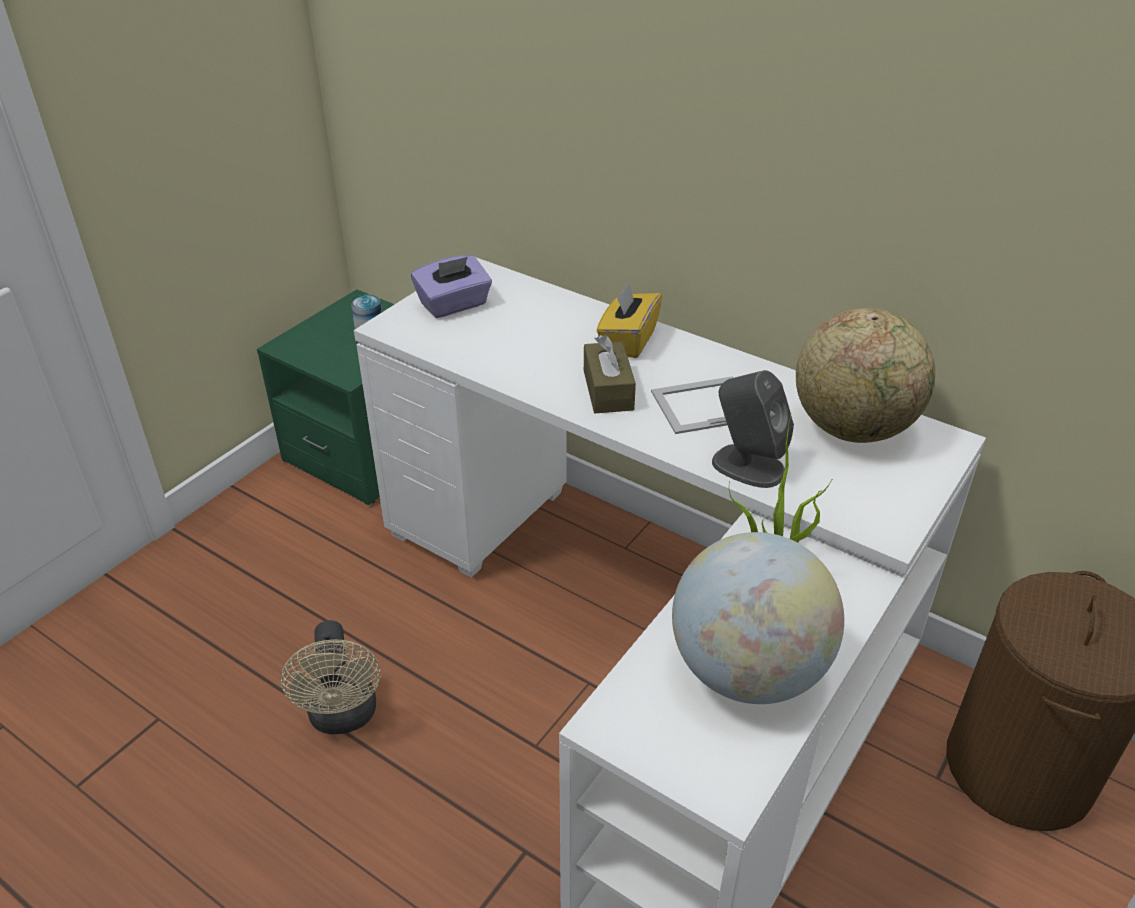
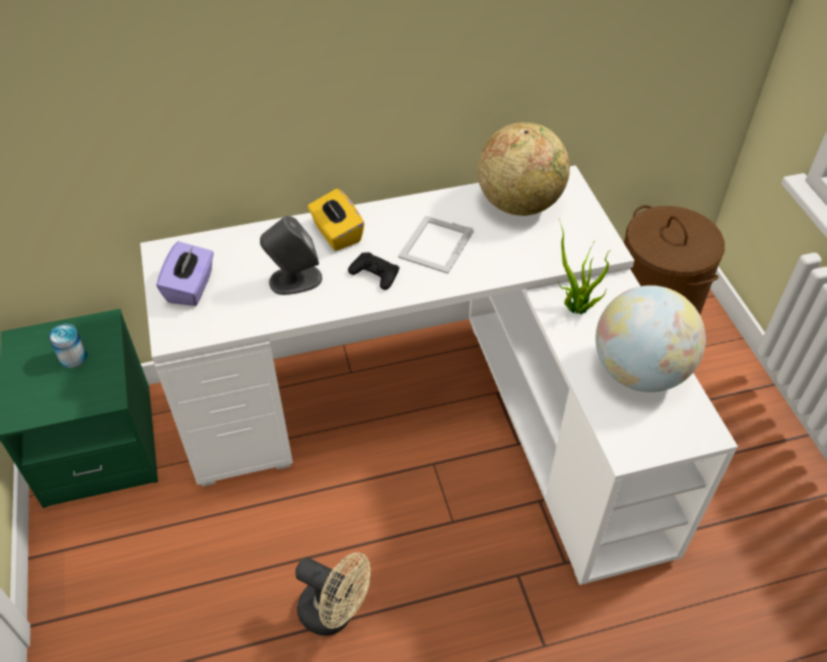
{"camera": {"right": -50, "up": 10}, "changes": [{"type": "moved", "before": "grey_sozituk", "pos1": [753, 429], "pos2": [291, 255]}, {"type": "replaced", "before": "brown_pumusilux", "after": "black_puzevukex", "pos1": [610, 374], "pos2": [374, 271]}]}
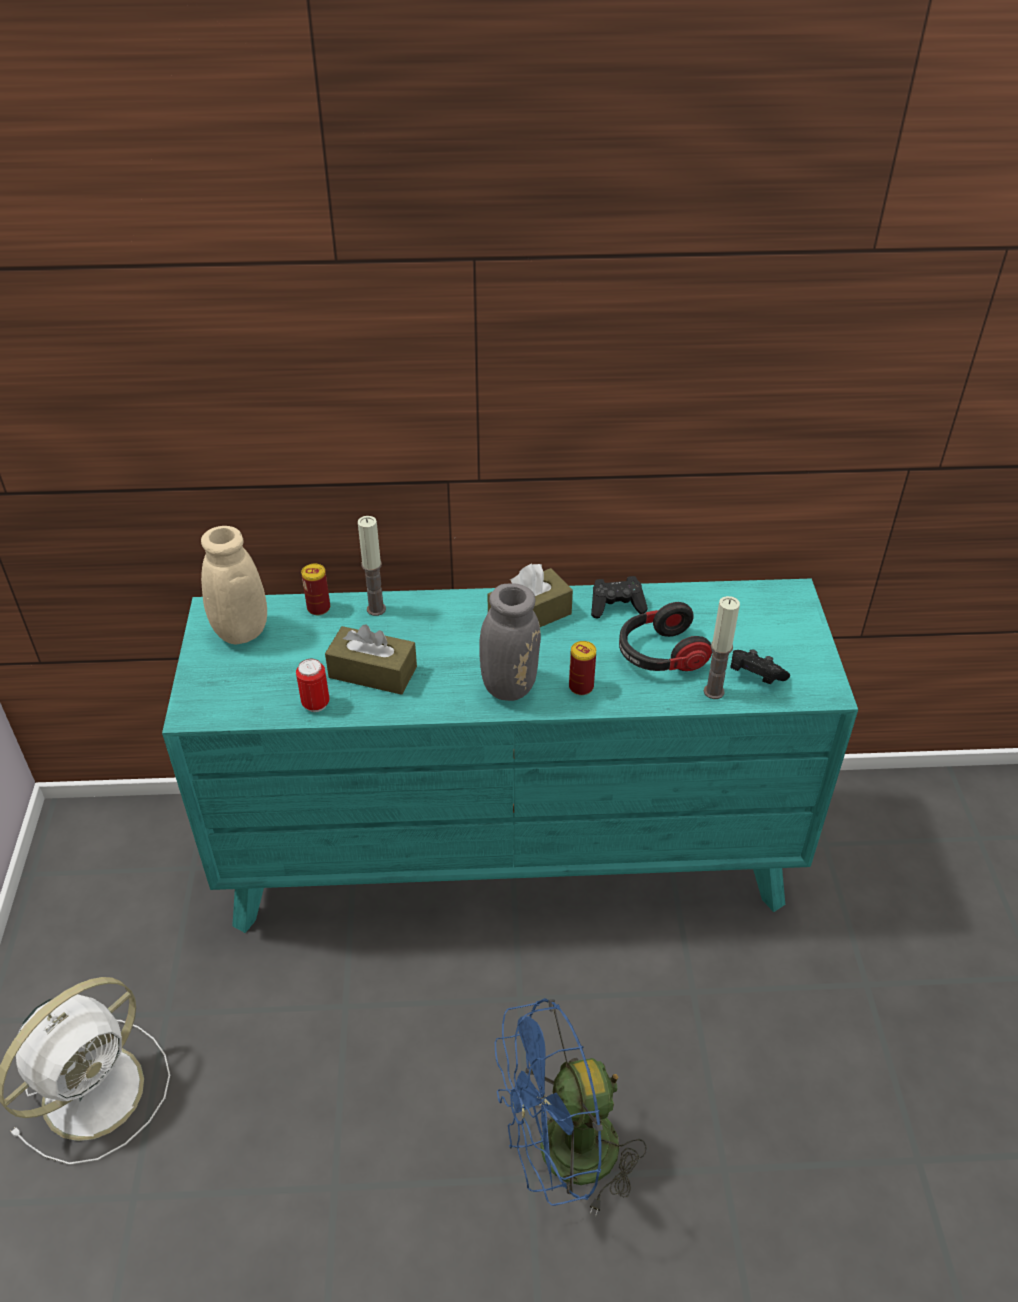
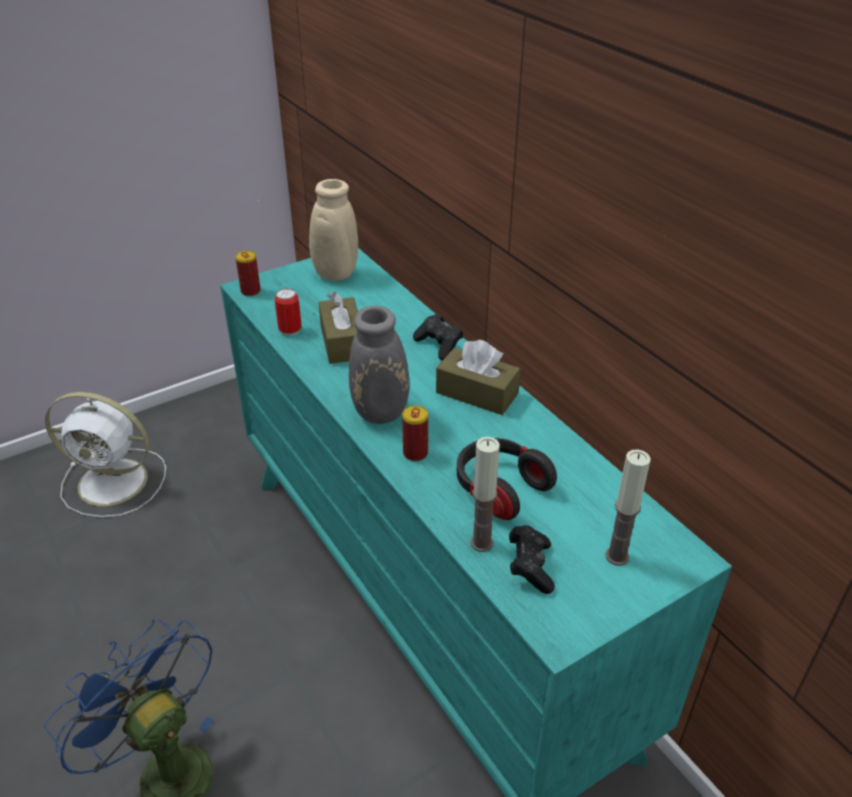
{"camera": {"right": 60, "up": -5}, "changes": [{"type": "moved", "before": "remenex", "pos1": [315, 589], "pos2": [248, 273]}, {"type": "moved", "before": "black_puzevukex", "pos1": [619, 597], "pos2": [438, 337]}, {"type": "moved", "before": "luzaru", "pos1": [372, 566], "pos2": [628, 507]}]}
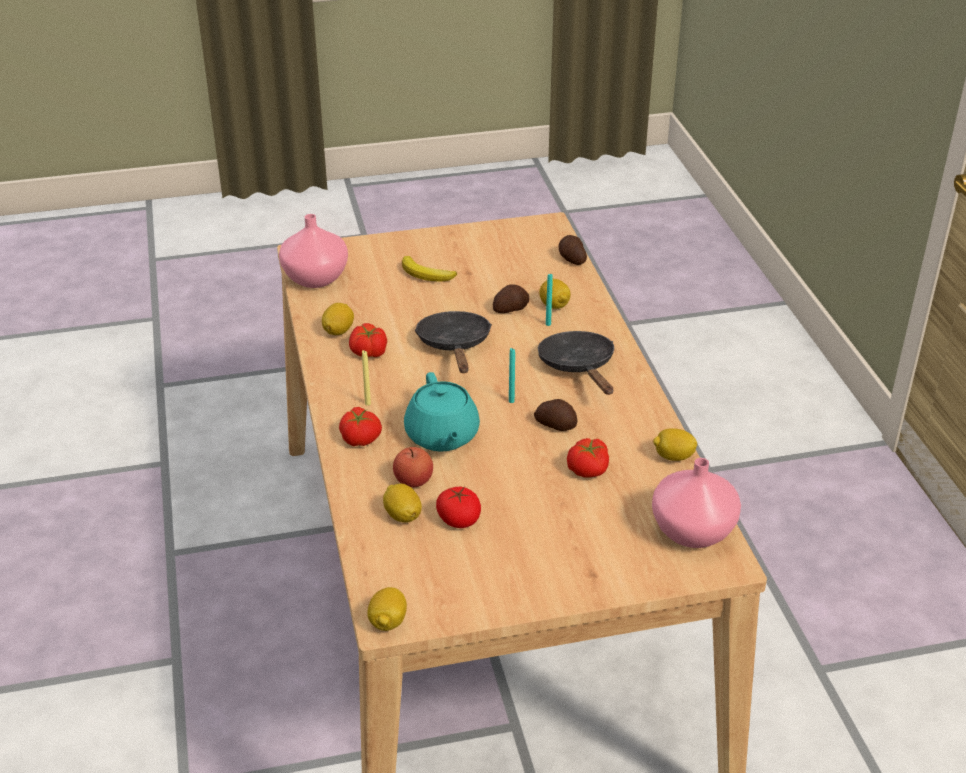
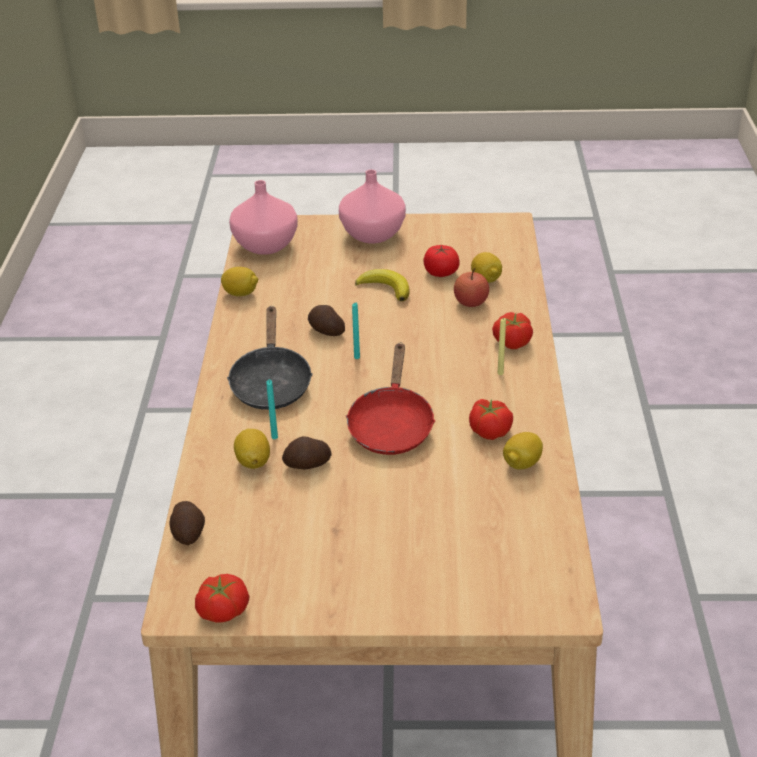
{"camera": {"right": -165, "up": 0}, "changes": [{"type": "moved", "before": "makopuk", "pos1": [588, 457], "pos2": [222, 598]}, {"type": "moved", "before": "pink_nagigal", "pos1": [313, 251], "pos2": [372, 207]}, {"type": "recoloured", "before": "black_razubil", "after": "red_razubil", "pos1": [453, 342], "pos2": [390, 398]}, {"type": "moved", "before": "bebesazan", "pos1": [429, 268], "pos2": [382, 285]}, {"type": "removed", "before": "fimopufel", "pos1": [387, 609]}, {"type": "removed", "before": "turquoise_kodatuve", "pos1": [442, 412]}]}
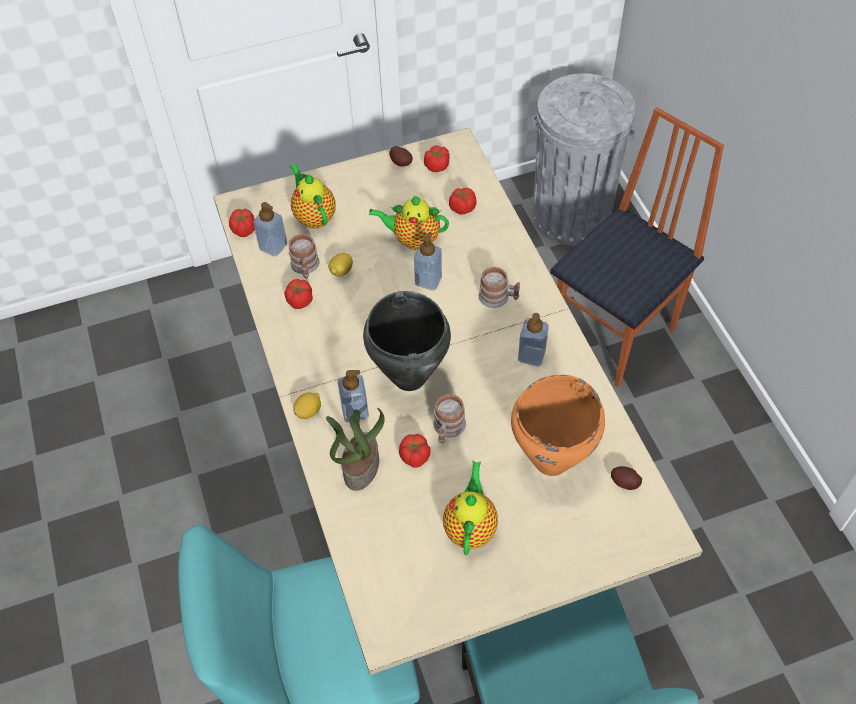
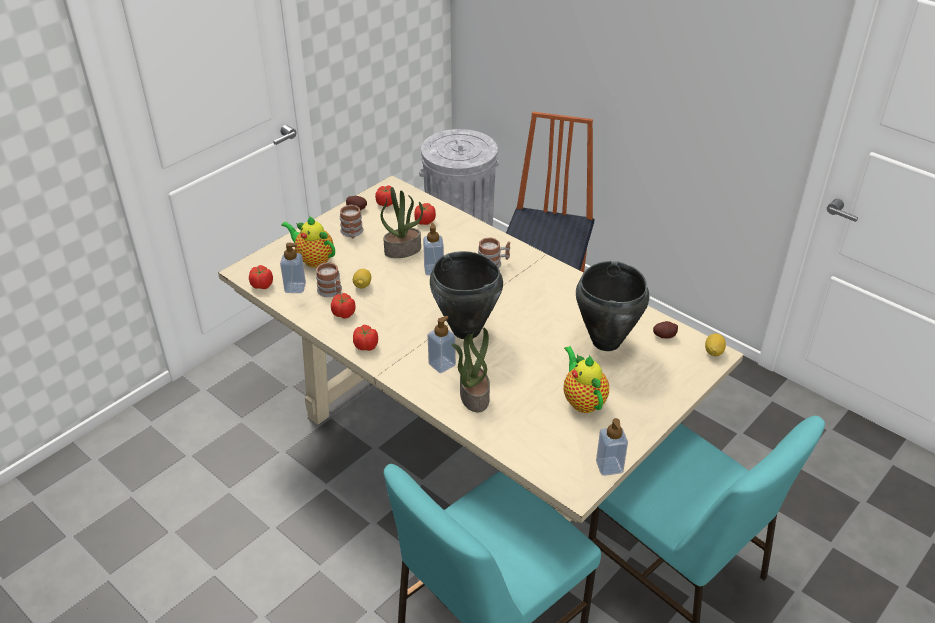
{"camera": {"right": -30, "up": -15}, "changes": [{"type": "moved", "before": "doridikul", "pos1": [450, 418], "pos2": [352, 221]}, {"type": "moved", "before": "makopuk", "pos1": [415, 451], "pos2": [365, 338]}, {"type": "replaced", "before": "kodatuve", "after": "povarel", "pos1": [409, 222], "pos2": [402, 222]}, {"type": "recoloured", "before": "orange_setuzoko", "after": "black_setuzoko", "pos1": [558, 425], "pos2": [612, 306]}, {"type": "moved", "before": "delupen", "pos1": [533, 339], "pos2": [612, 447]}, {"type": "moved", "before": "fimopufel", "pos1": [307, 405], "pos2": [715, 344]}]}
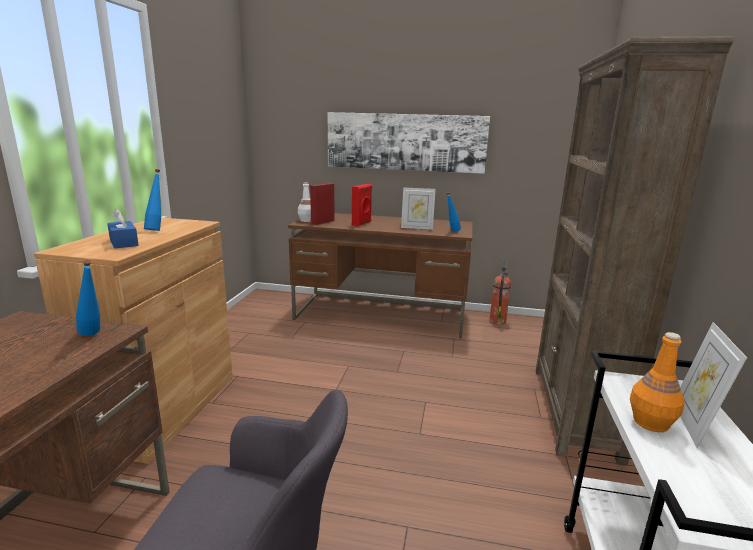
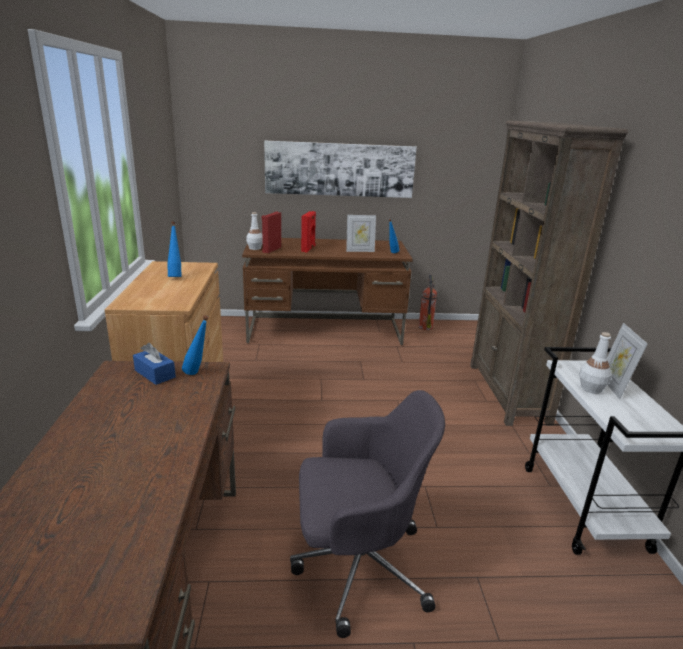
{"camera": {"right": -15, "up": 5}, "changes": [{"type": "moved", "before": "blue_pumusilux", "pos1": [123, 229], "pos2": [154, 364]}, {"type": "recoloured", "before": "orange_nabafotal", "after": "white_nabafotal", "pos1": [657, 382], "pos2": [595, 363]}]}
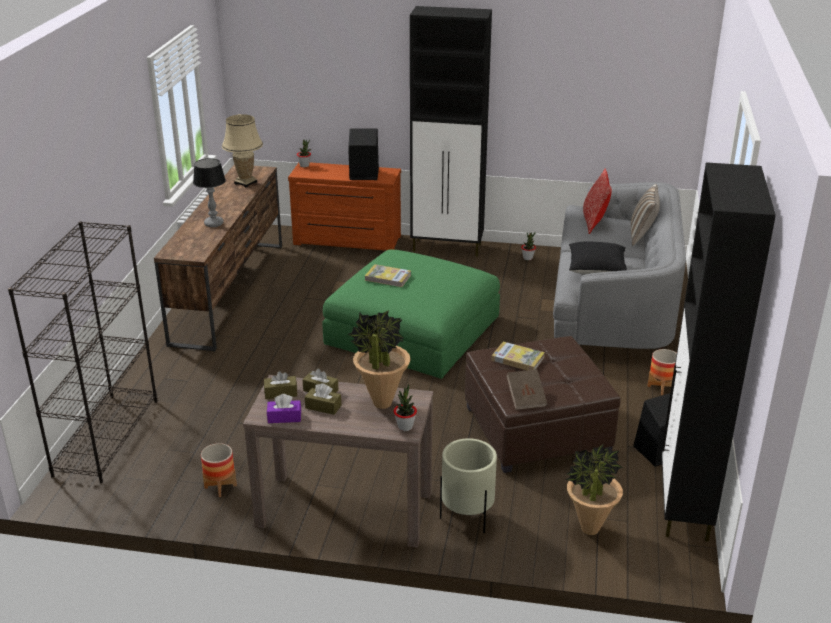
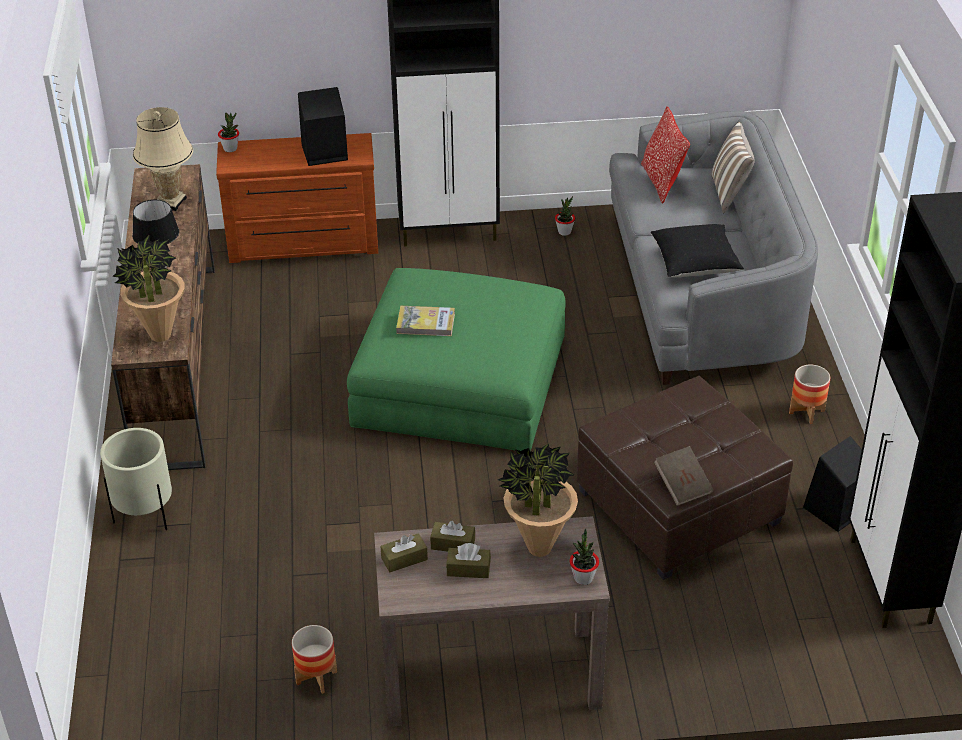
{"camera": {"right": -15, "up": 10}, "changes": [{"type": "moved", "before": "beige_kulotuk", "pos1": [468, 485], "pos2": [136, 479]}, {"type": "moved", "before": "povarel", "pos1": [594, 489], "pos2": [148, 289]}, {"type": "removed", "before": "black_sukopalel", "pos1": [82, 352]}, {"type": "removed", "before": "purple_pumusilux", "pos1": [284, 408]}, {"type": "removed", "before": "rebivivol", "pos1": [518, 356]}]}
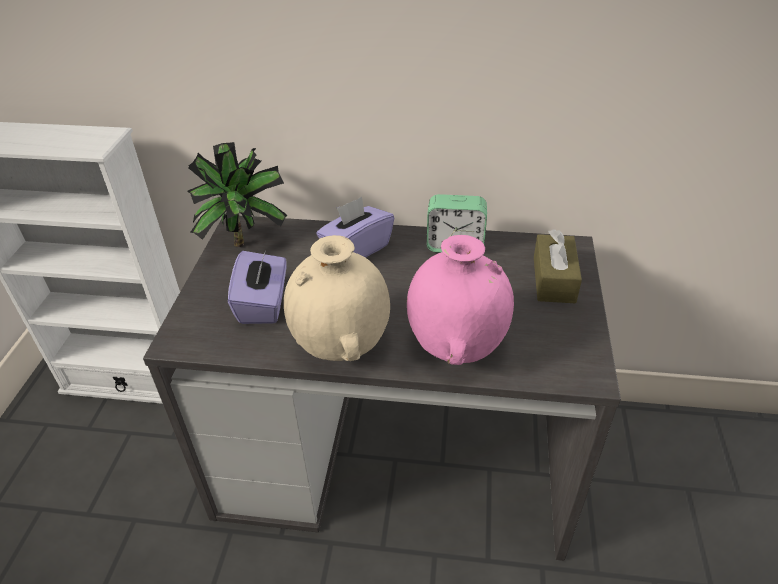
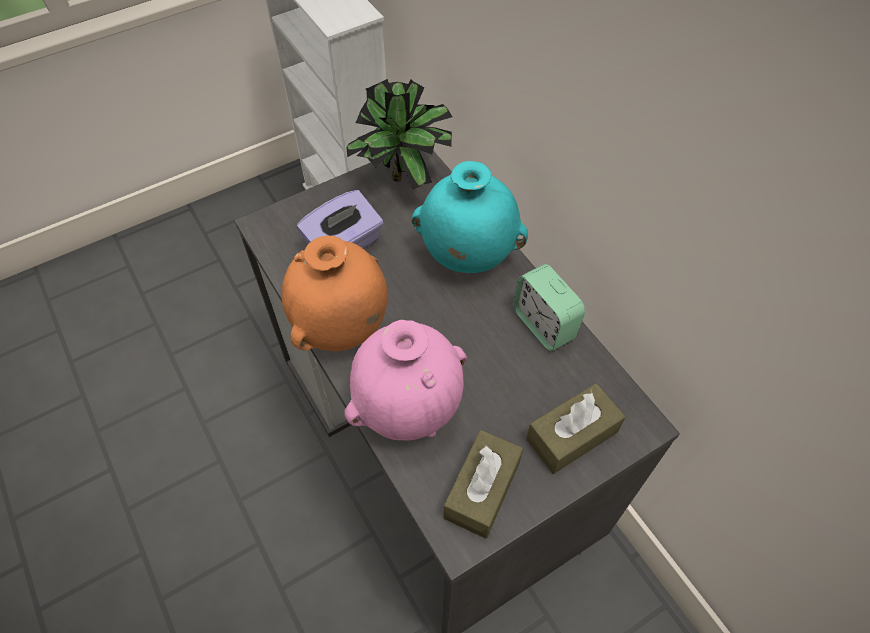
{"camera": {"right": 50, "up": 15}, "changes": [{"type": "recoloured", "before": "beige_nagigal", "after": "orange_nagigal", "pos1": [337, 298], "pos2": [334, 293]}, {"type": "replaced", "before": "purple_pumusilux", "after": "turquoise_nagigal", "pos1": [355, 227], "pos2": [469, 217]}, {"type": "added", "after": "brown_pumusilux", "pos2": [483, 484]}]}
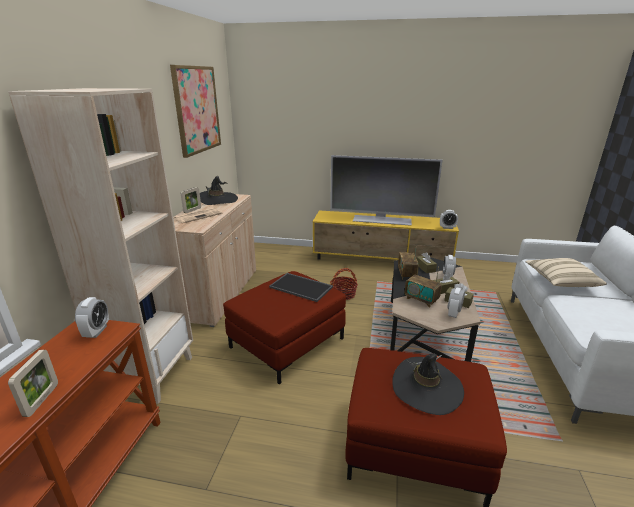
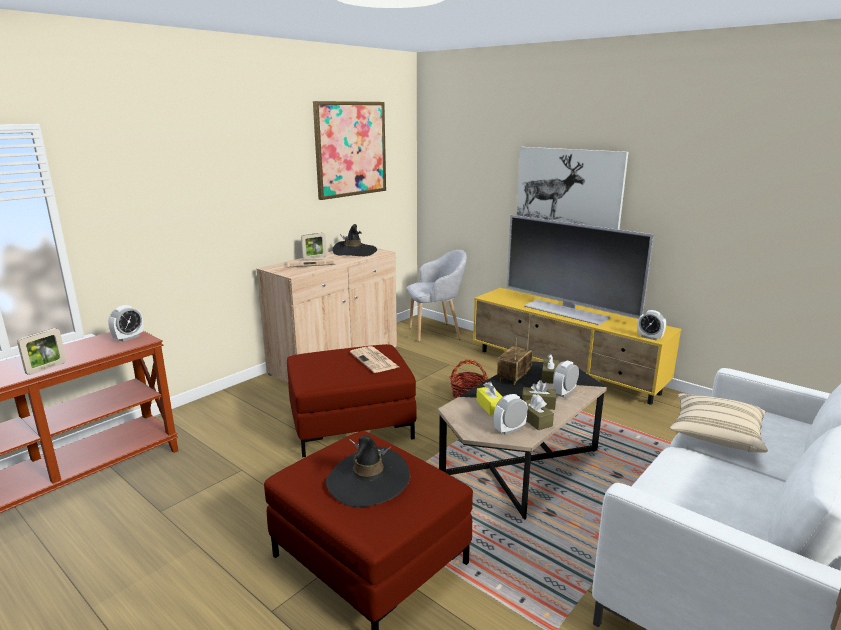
{"camera": {"right": 30, "up": -5}, "changes": [{"type": "replaced", "before": "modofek", "after": "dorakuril", "pos1": [301, 287], "pos2": [374, 359]}, {"type": "added", "after": "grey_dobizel", "pos2": [437, 296]}, {"type": "replaced", "before": "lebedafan", "after": "yellow_pumusilux", "pos1": [423, 287], "pos2": [489, 398]}, {"type": "added", "after": "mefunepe", "pos2": [572, 188]}, {"type": "removed", "before": "beige_sukopalel", "pos1": [100, 246]}]}
